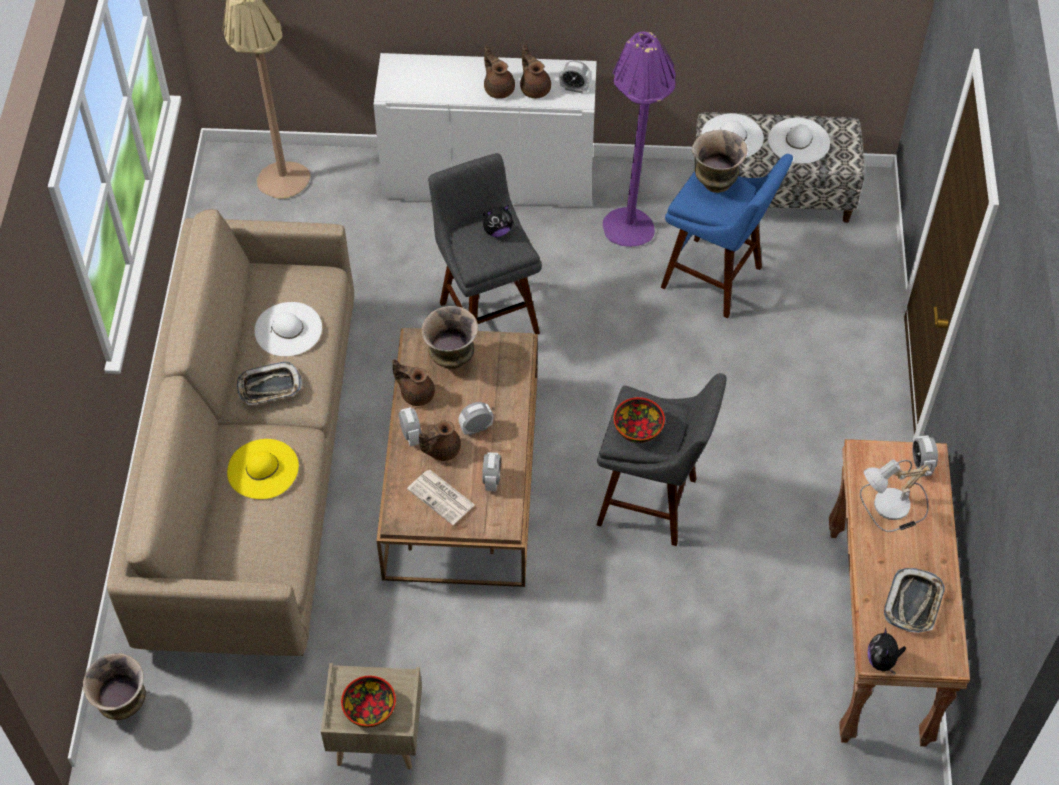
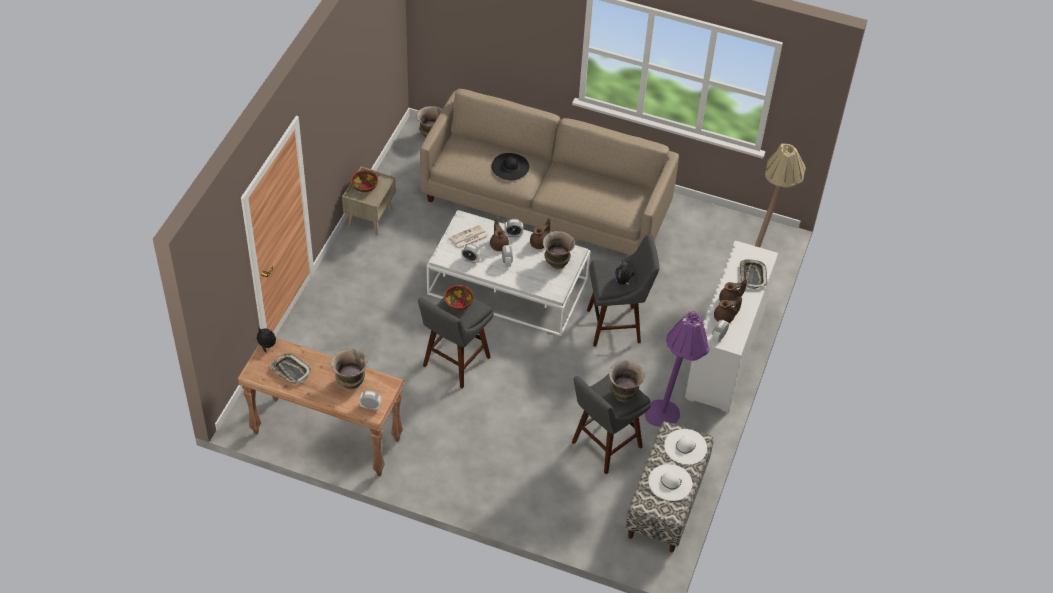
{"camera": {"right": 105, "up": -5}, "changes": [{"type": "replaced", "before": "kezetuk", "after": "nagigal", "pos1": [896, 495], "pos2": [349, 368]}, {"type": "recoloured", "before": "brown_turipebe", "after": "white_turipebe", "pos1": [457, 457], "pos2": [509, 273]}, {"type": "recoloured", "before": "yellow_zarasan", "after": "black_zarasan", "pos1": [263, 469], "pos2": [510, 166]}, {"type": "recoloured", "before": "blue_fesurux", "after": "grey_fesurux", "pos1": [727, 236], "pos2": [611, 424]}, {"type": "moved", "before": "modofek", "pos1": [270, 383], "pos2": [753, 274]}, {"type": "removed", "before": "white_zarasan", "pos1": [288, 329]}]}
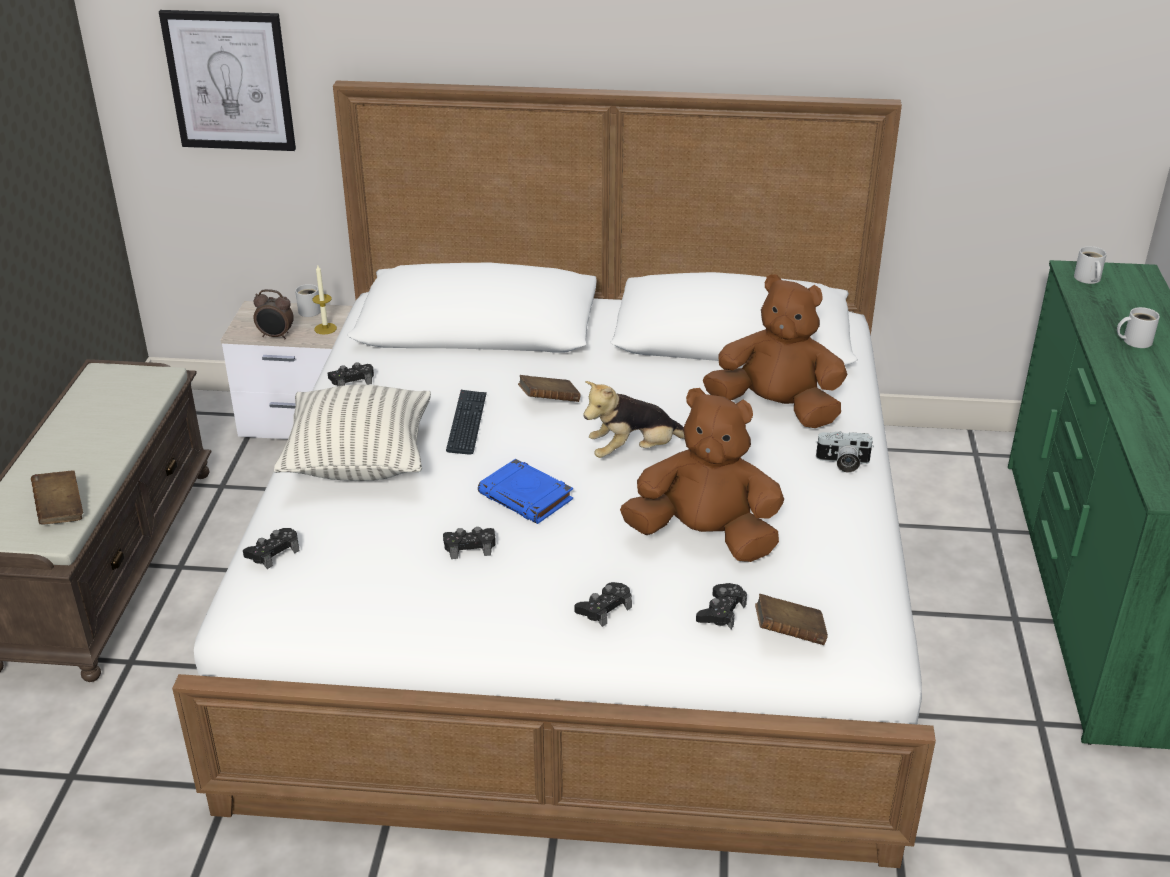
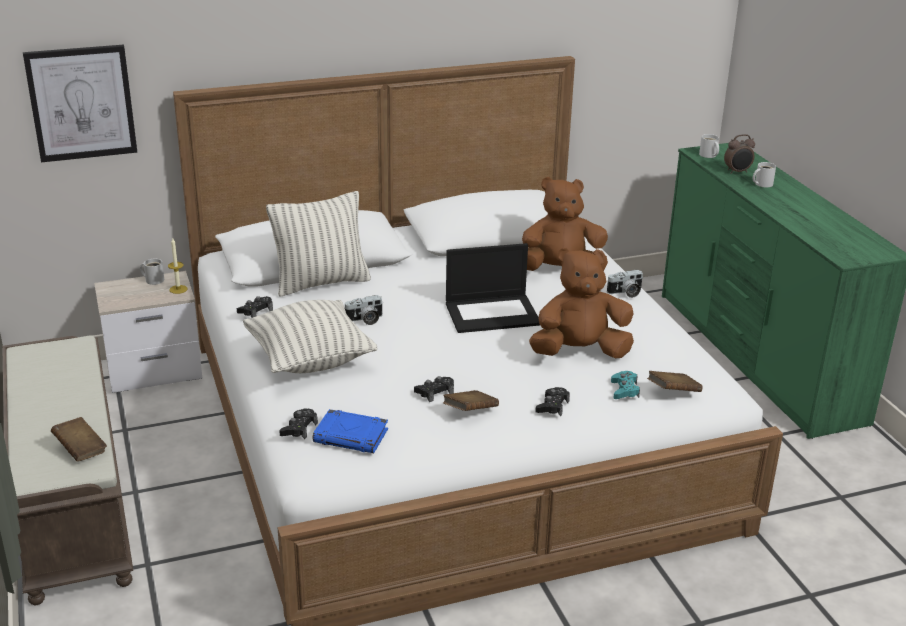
{"camera": {"right": -25, "up": -5}, "changes": [{"type": "added", "after": "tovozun", "pos2": [318, 244]}, {"type": "moved", "before": "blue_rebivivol", "pos1": [525, 491], "pos2": [350, 431]}, {"type": "replaced", "before": "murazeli", "after": "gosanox", "pos1": [466, 422], "pos2": [364, 310]}, {"type": "moved", "before": "brown_rebivivol", "pos1": [549, 388], "pos2": [471, 400]}, {"type": "replaced", "before": "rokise", "after": "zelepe", "pos1": [634, 419], "pos2": [493, 288]}, {"type": "recoloured", "before": "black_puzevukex", "after": "turquoise_puzevukex", "pos1": [721, 606], "pos2": [625, 385]}, {"type": "moved", "before": "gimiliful", "pos1": [274, 314], "pos2": [739, 154]}]}
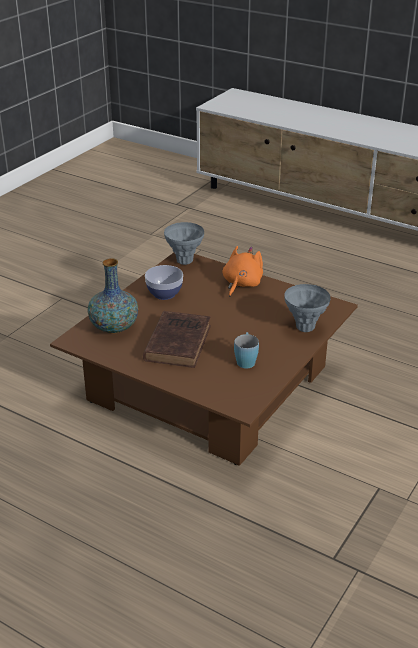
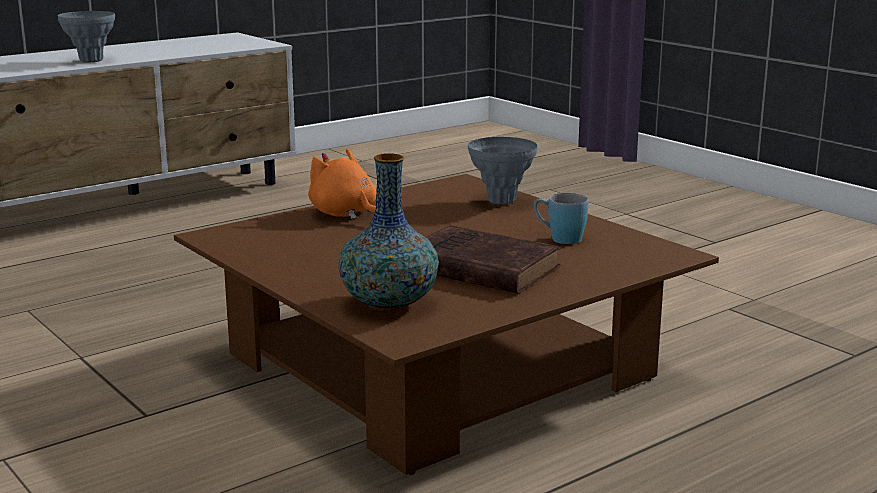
{"camera": {"right": -70, "up": -15}, "changes": [{"type": "moved", "before": "grey_nagigal", "pos1": [184, 243], "pos2": [86, 37]}, {"type": "removed", "before": "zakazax", "pos1": [164, 282]}]}
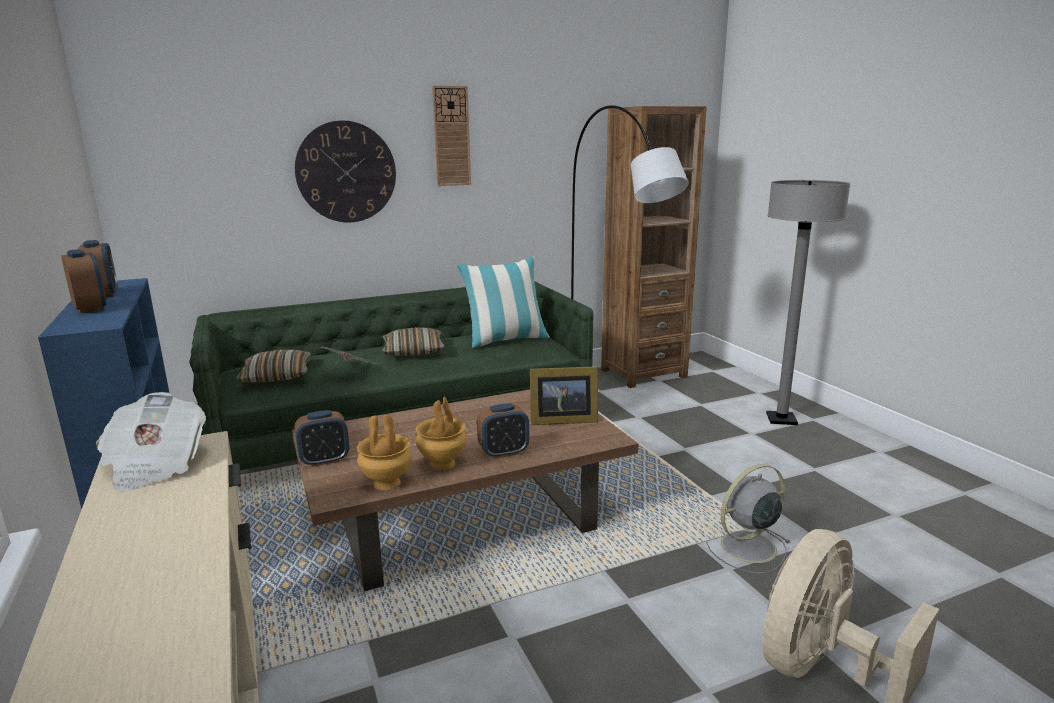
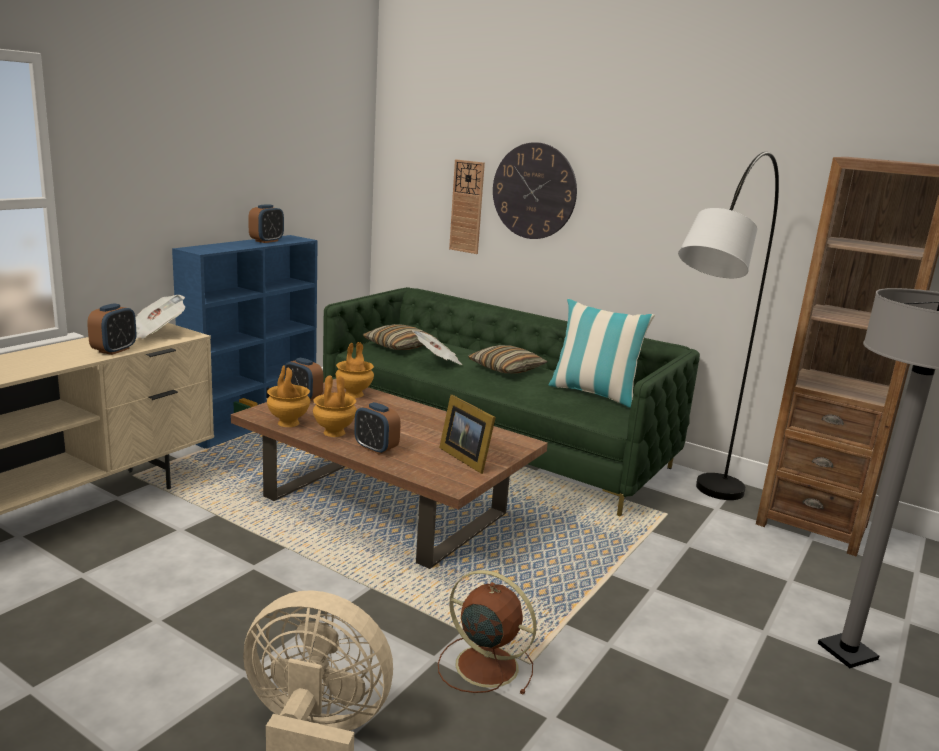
{"camera": {"right": 55, "up": 0}, "changes": [{"type": "moved", "before": "gimiliful", "pos1": [84, 281], "pos2": [111, 329]}, {"type": "added", "after": "brown_nagigal", "pos2": [354, 370]}, {"type": "recoloured", "before": "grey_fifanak", "after": "brown_fifanak", "pos1": [748, 519], "pos2": [487, 632]}, {"type": "moved", "before": "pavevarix", "pos1": [451, 136], "pos2": [467, 206]}]}
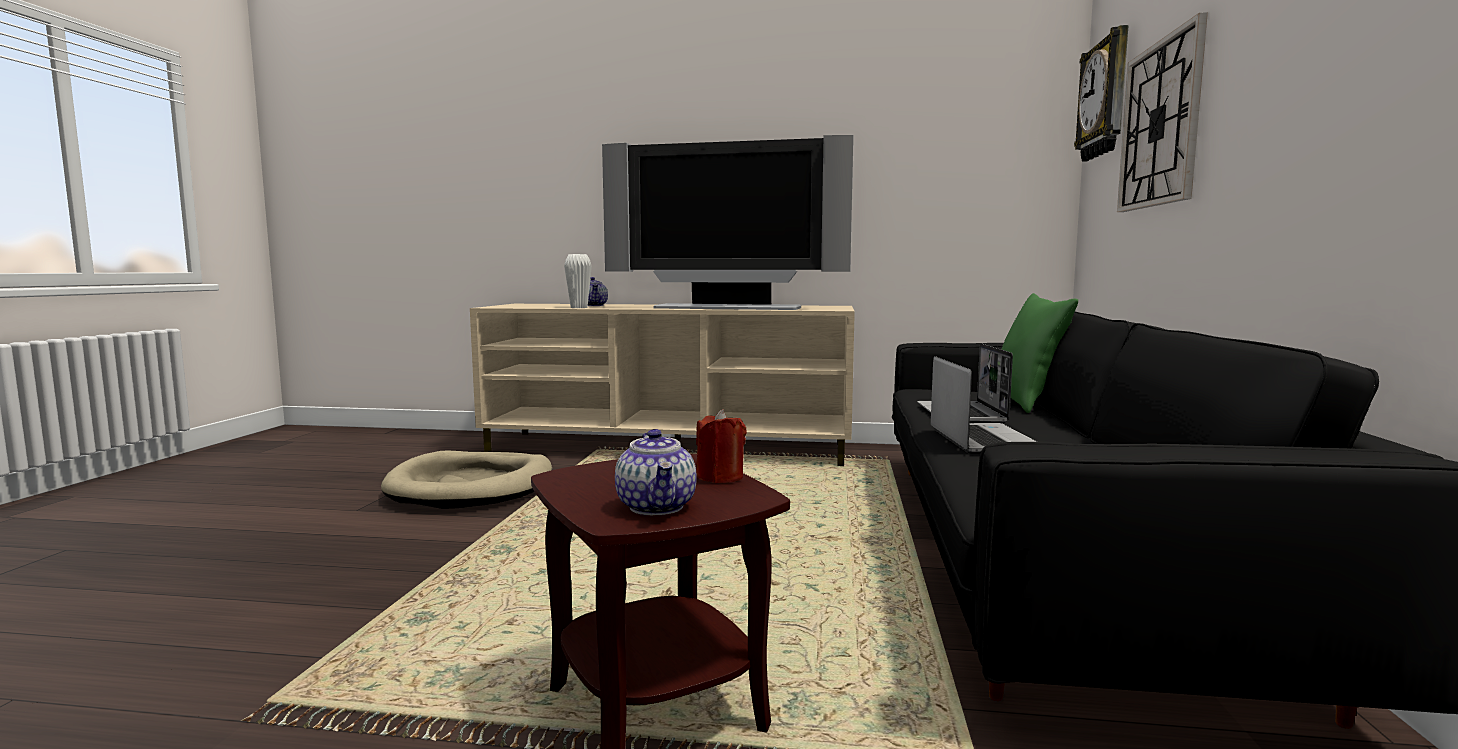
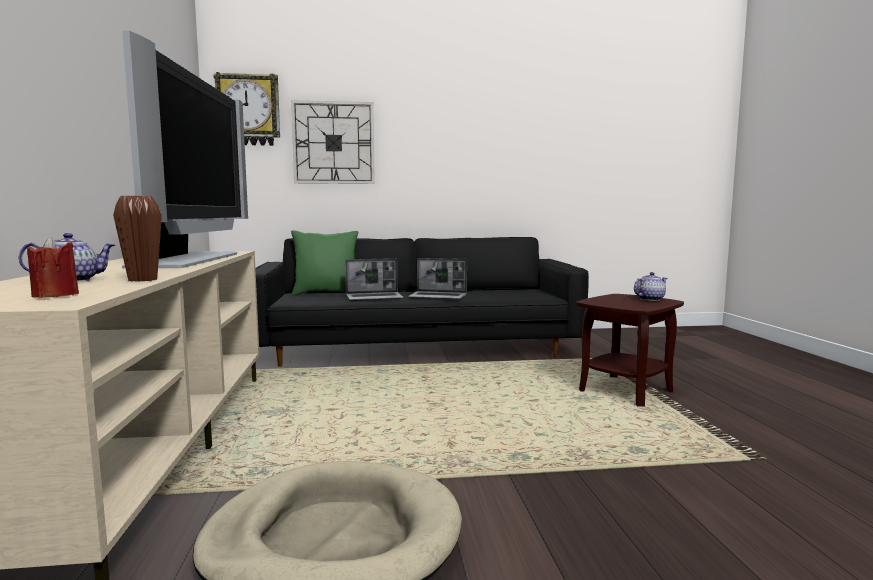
{"camera": {"right": -105, "up": 0}, "changes": [{"type": "moved", "before": "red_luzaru", "pos1": [721, 446], "pos2": [53, 267]}, {"type": "recoloured", "before": "white_nagigal", "after": "brown_nagigal", "pos1": [578, 281], "pos2": [137, 239]}, {"type": "turned", "before": "zelepe", "pos1": [984, 405], "pos2": [437, 279], "turn": -150}]}
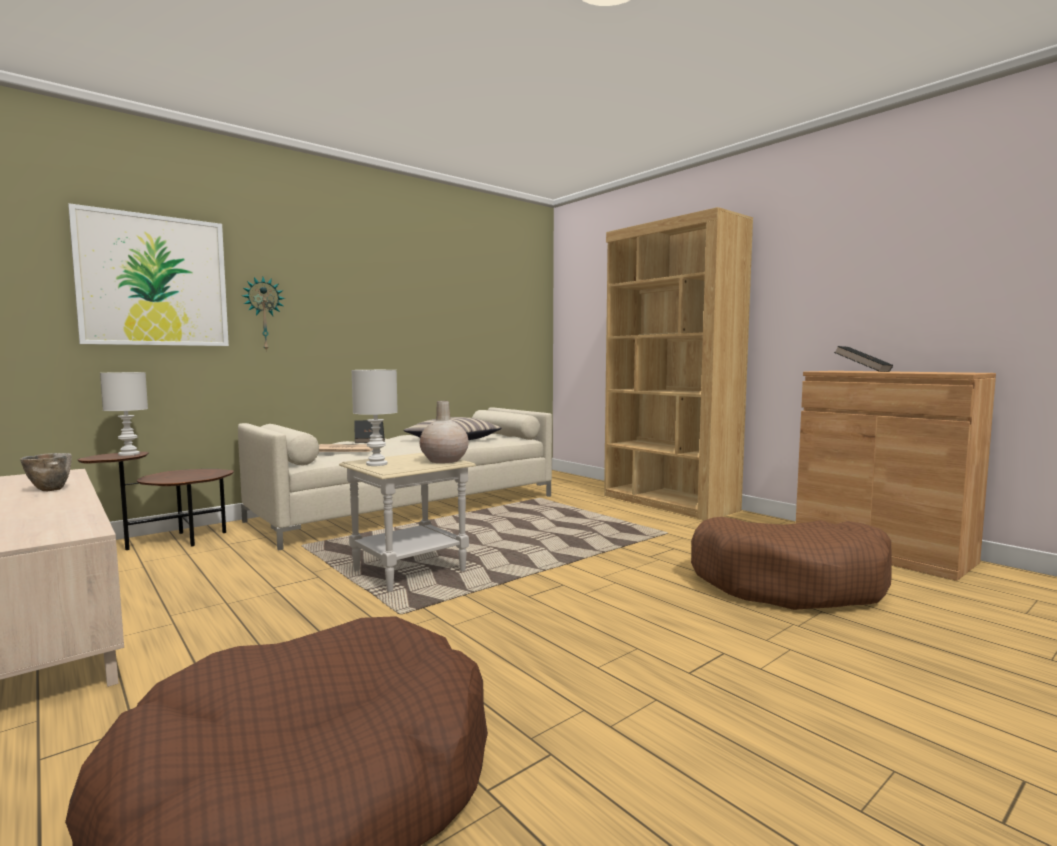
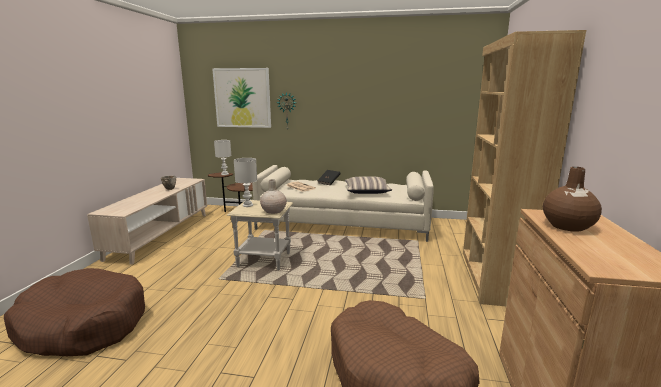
{"camera": {"right": 50, "up": 10}, "changes": [{"type": "replaced", "before": "black_rebivivol", "after": "brown_nagigal", "pos1": [863, 359], "pos2": [572, 199]}]}
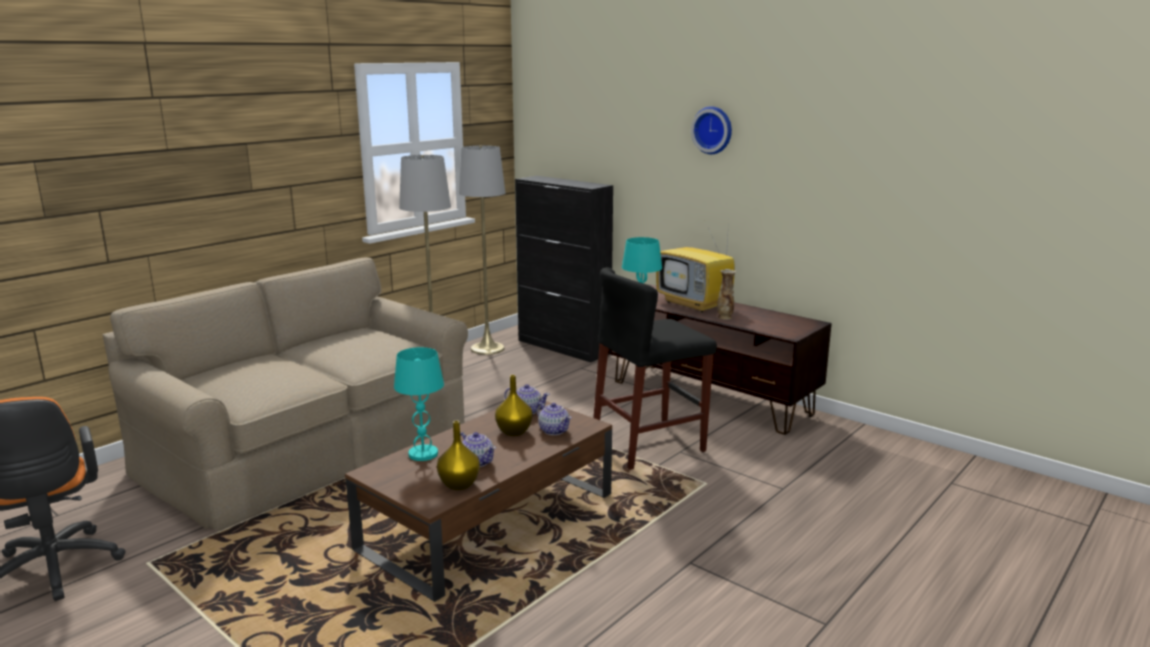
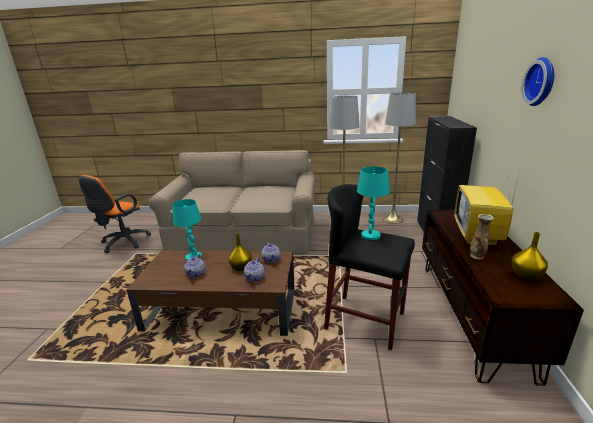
{"camera": {"right": 55, "up": 5}, "changes": [{"type": "moved", "before": "yellow_nagigal", "pos1": [458, 455], "pos2": [530, 256]}]}
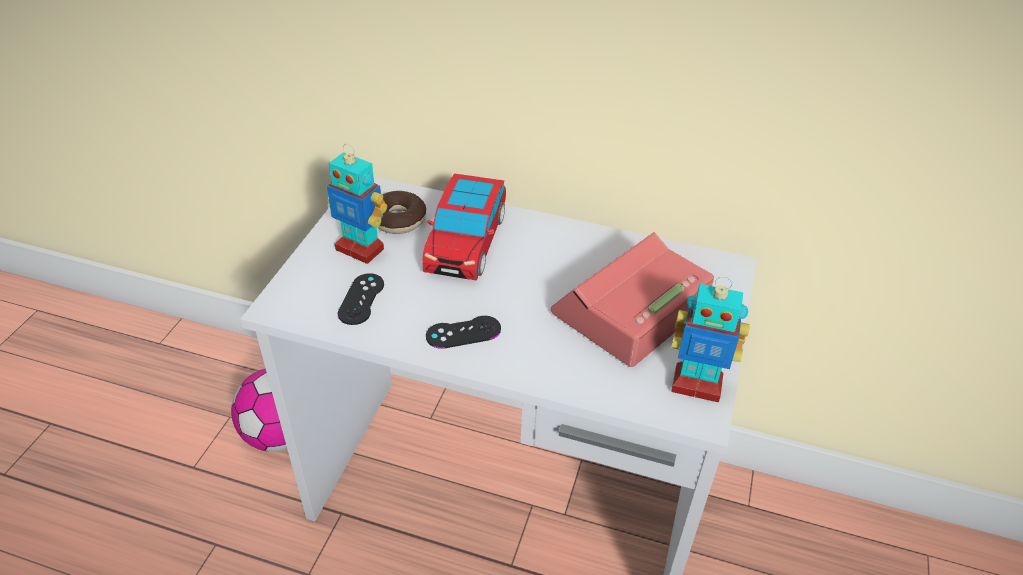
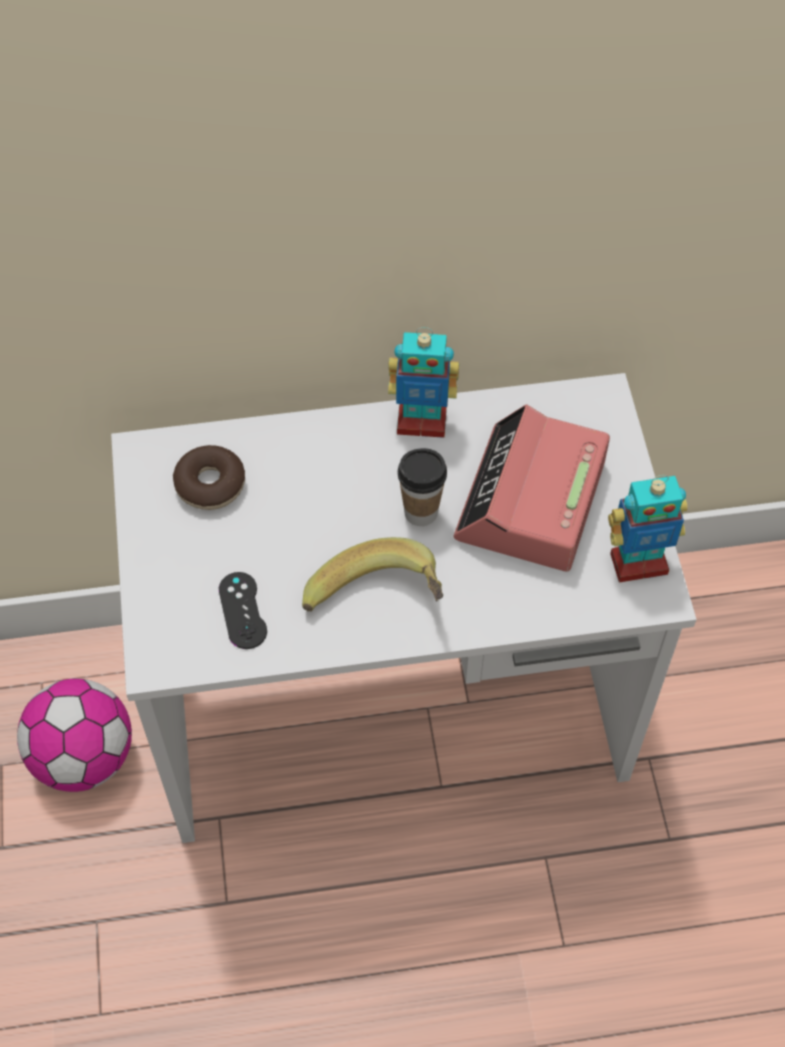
{"camera": {"right": -25, "up": 15}, "changes": [{"type": "replaced", "before": "black_puzevukex", "after": "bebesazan", "pos1": [463, 332], "pos2": [372, 574]}, {"type": "moved", "before": "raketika", "pos1": [357, 204], "pos2": [423, 382]}, {"type": "added", "after": "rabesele", "pos2": [422, 487]}, {"type": "removed", "before": "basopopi", "pos1": [464, 227]}]}
